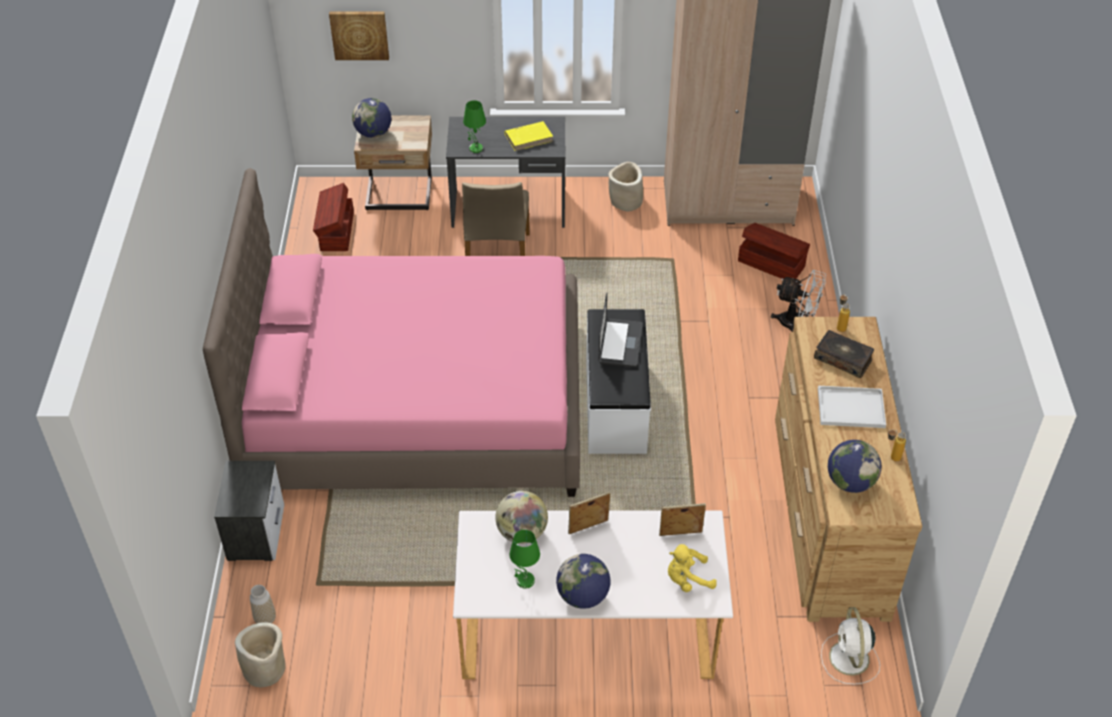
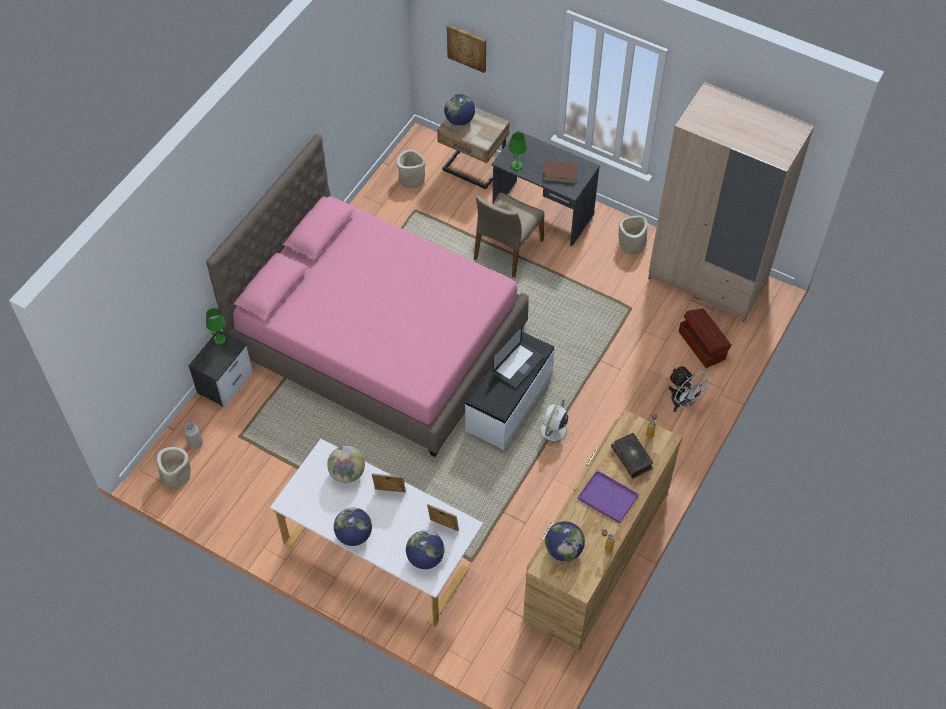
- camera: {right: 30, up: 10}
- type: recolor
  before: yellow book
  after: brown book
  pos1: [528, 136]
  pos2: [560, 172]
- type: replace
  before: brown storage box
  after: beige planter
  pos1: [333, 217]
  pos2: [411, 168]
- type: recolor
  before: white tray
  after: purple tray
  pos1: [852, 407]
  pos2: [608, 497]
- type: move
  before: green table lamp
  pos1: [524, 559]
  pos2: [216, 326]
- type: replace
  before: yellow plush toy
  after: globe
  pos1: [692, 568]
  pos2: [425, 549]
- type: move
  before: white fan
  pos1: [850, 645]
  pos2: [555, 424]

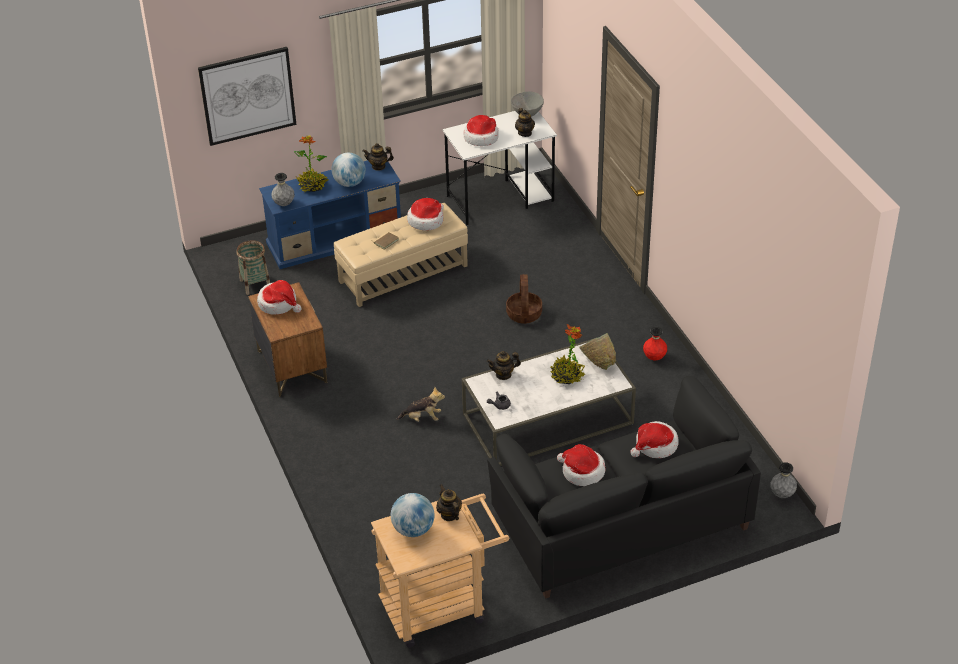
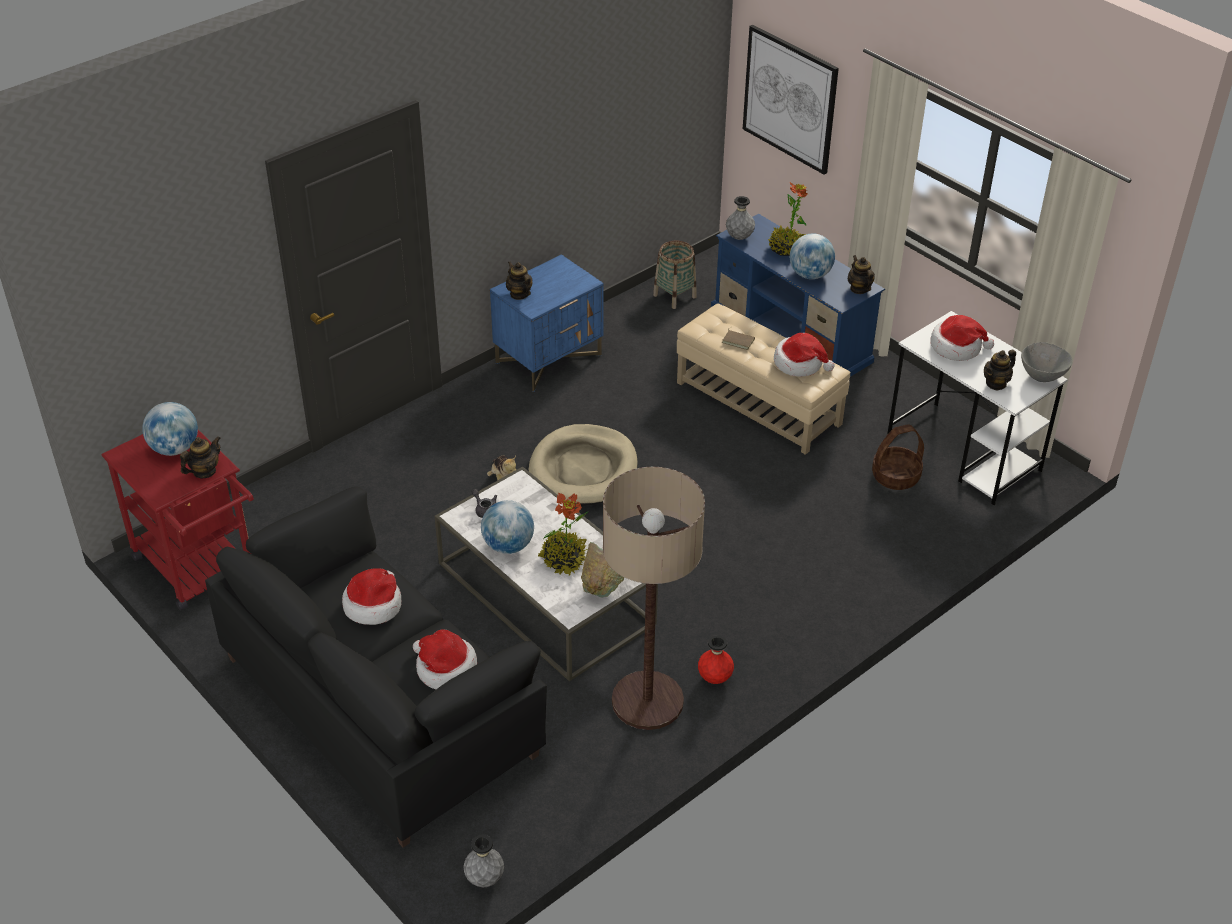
- camera: {right: 70, up: 0}
- type: move
  before: basket
  pos1: [524, 299]
  pos2: [898, 457]
- type: delete
  before: hat
  pos1: [279, 297]
- type: recolor
  before: brown nightstand
  after: blue nightstand
  pos1: [287, 339]
  pos2: [547, 323]
- type: move
  before: teapot
  pos1: [504, 365]
  pos2: [519, 280]
- type: recolor
  before: beige cart
  after: red cart
  pos1: [440, 571]
  pos2: [177, 520]
- type: insert
  after: beige dog bed
  pos2: [583, 465]
- type: insert
  after: floor lamp
  pos2: [654, 598]
- type: insert
  after: globe
  pos2: [507, 527]

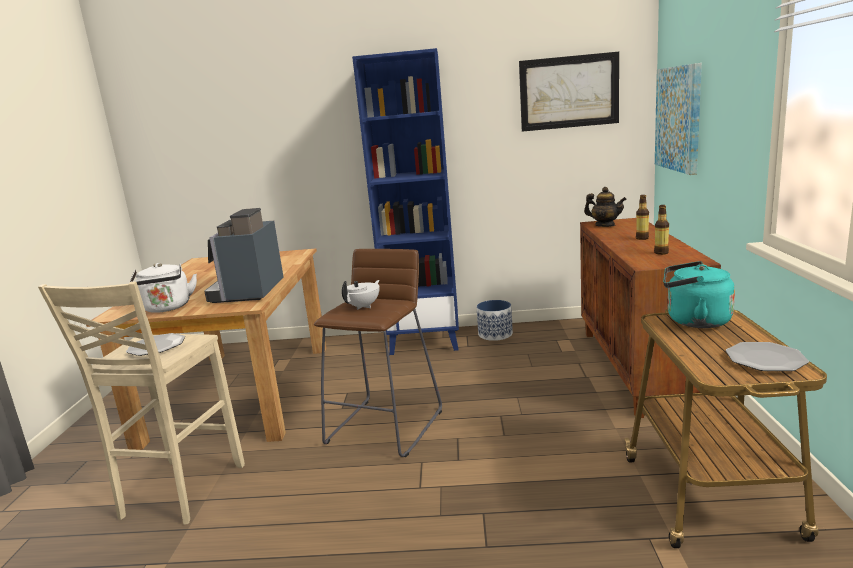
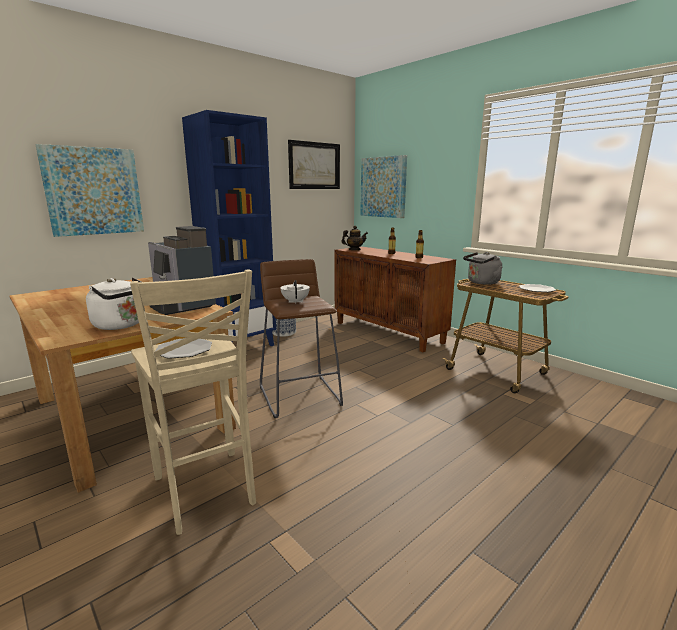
- camera: {right: -45, up: 0}
- type: recolor
  before: turquoise kettle
  after: grey kettle
  pos1: [699, 294]
  pos2: [482, 268]
- type: insert
  after: picture
  pos2: [90, 190]

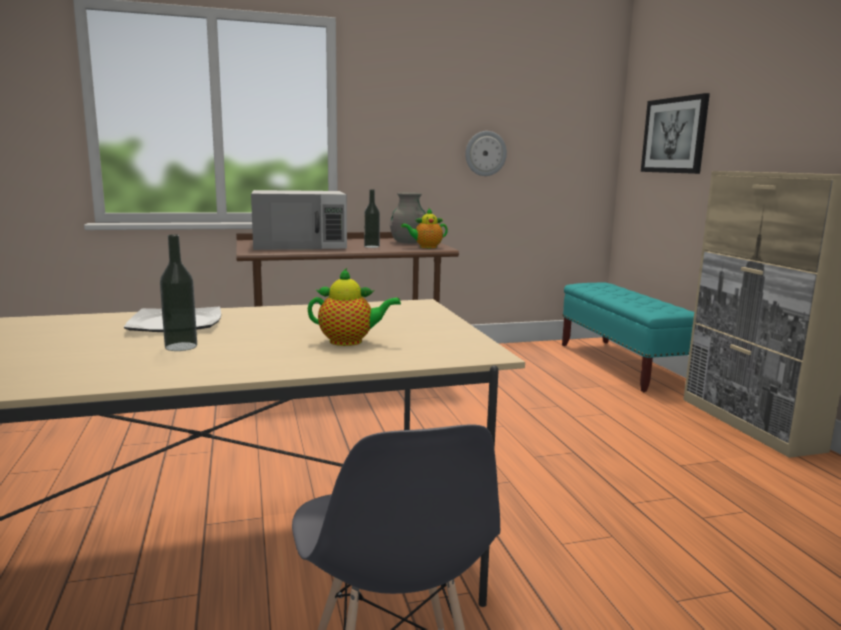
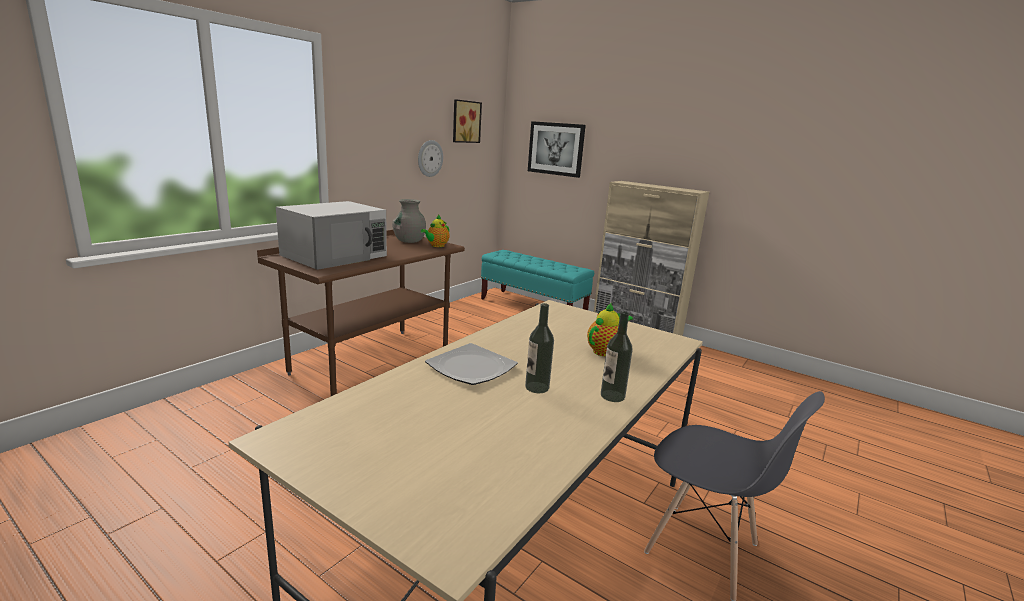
- camera: {right: -40, up: 5}
- type: move
  before: bottle
  pos1: [372, 218]
  pos2: [617, 356]
- type: insert
  after: picture
  pos2: [467, 121]

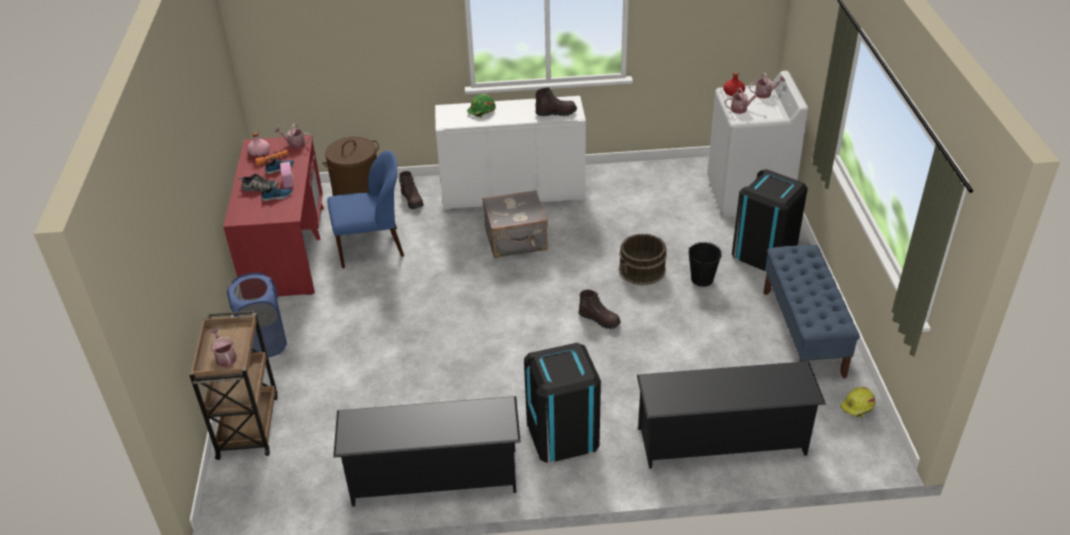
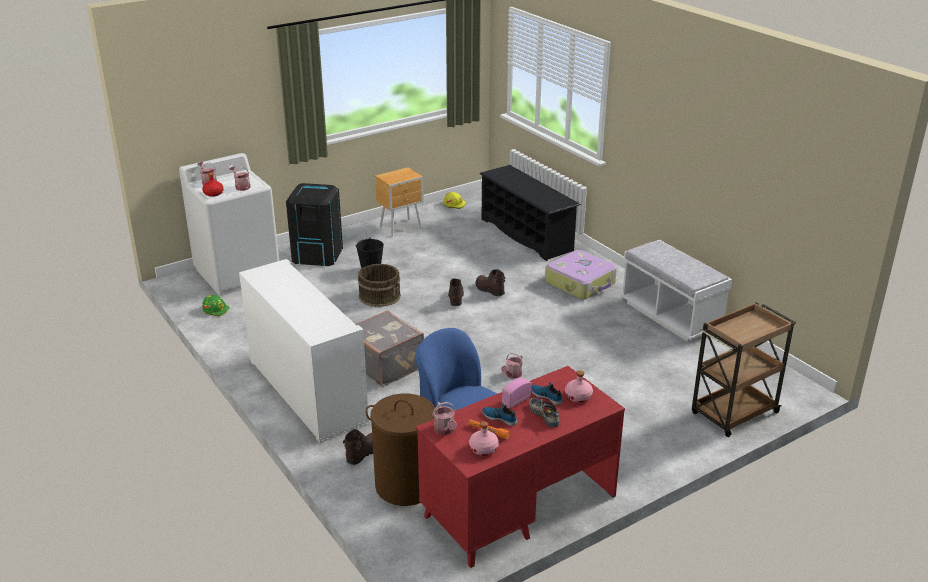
- camera: {right: -120, up: -10}
- type: move
  before: brown boot
  pos1: [556, 101]
  pos2: [490, 282]
- type: move
  before: green hard hat
  pos1: [481, 106]
  pos2: [216, 306]
- type: replace
  before: blue bench
  after: brown nightstand
  pos1: [812, 311]
  pos2: [399, 202]
- type: delete
  before: blue laundry basket
  pos1: [257, 315]
- type: move
  before: watering can
  pos1: [223, 347]
  pos2: [512, 365]
- type: replace
  before: black trash can
  after: suitcase
  pos1: [562, 403]
  pos2: [581, 275]
- type: replace
  before: black shoe rack
  after: white bench
  pos1: [427, 451]
  pos2: [676, 291]
- type: insert
  after: pink bottle
  pos2: [579, 386]

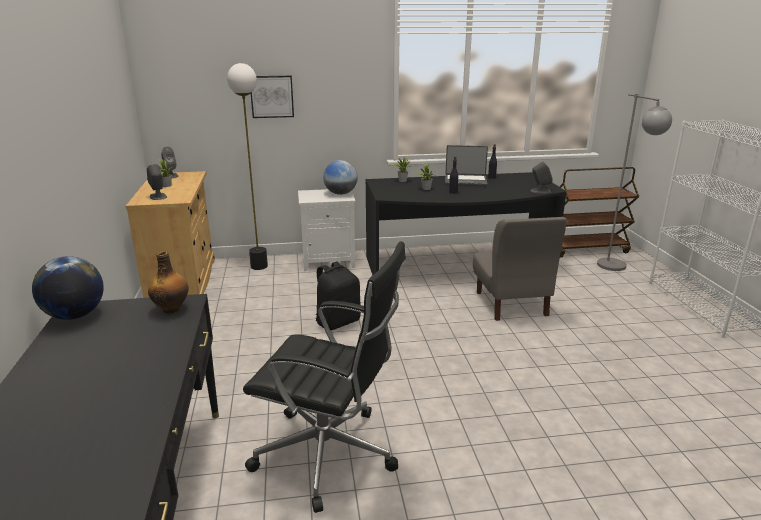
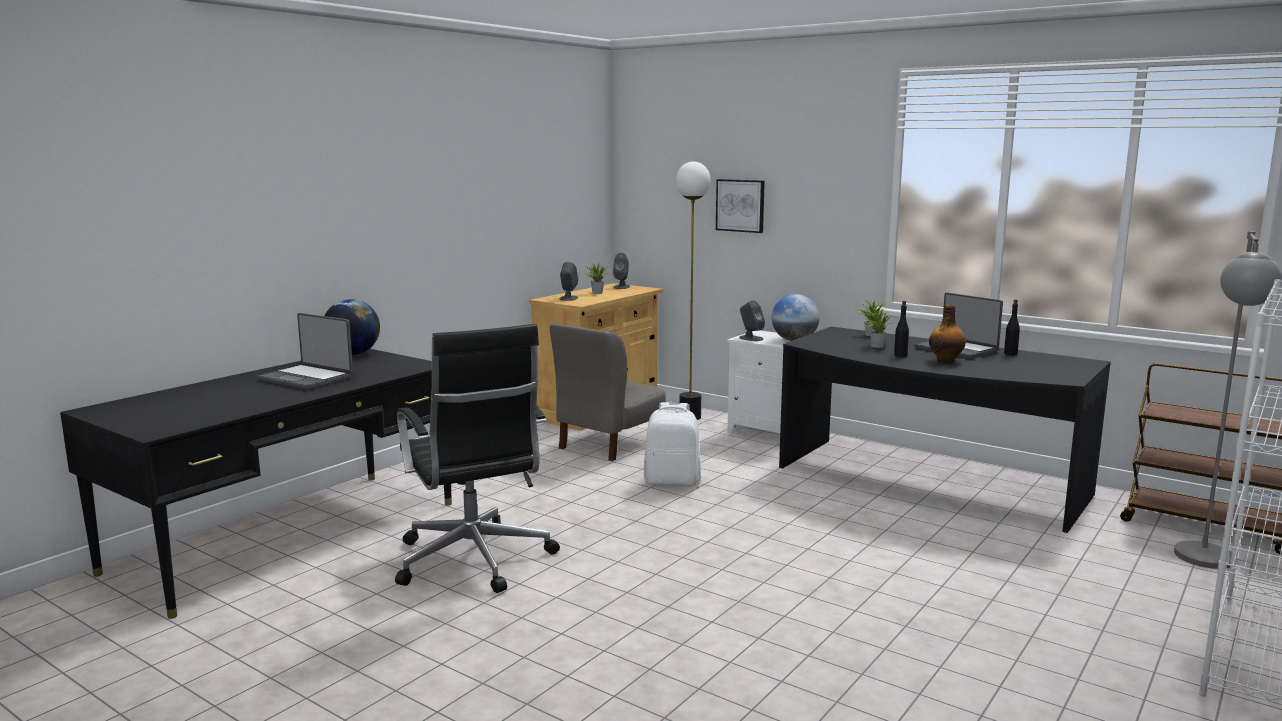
- camera: {right: 45, up: -10}
- type: move
  before: grey speaker
  pos1: [542, 177]
  pos2: [752, 320]
- type: move
  before: grey chair
  pos1: [520, 269]
  pos2: [608, 392]
- type: move
  before: bottle
  pos1: [168, 282]
  pos2: [947, 333]
- type: recolor
  before: black backpack
  after: white backpack
  pos1: [338, 295]
  pos2: [672, 444]
- type: insert
  after: laptop
  pos2: [305, 351]

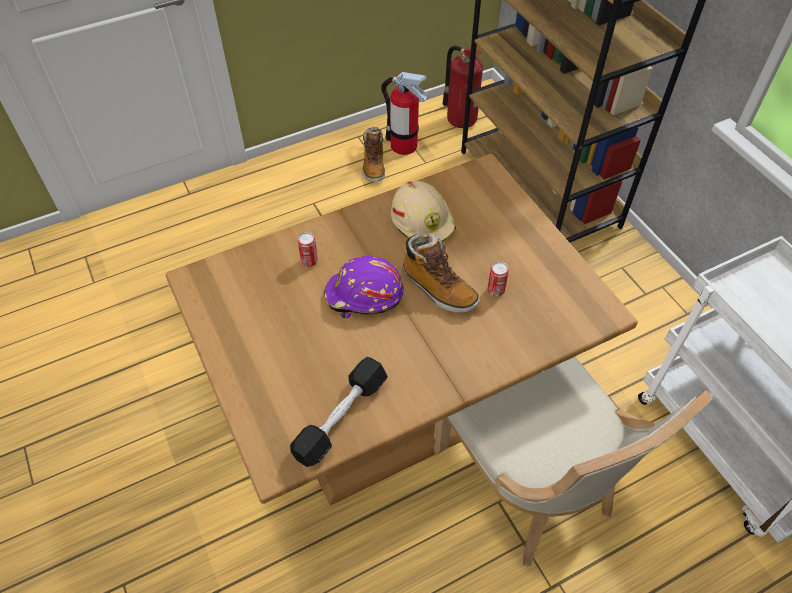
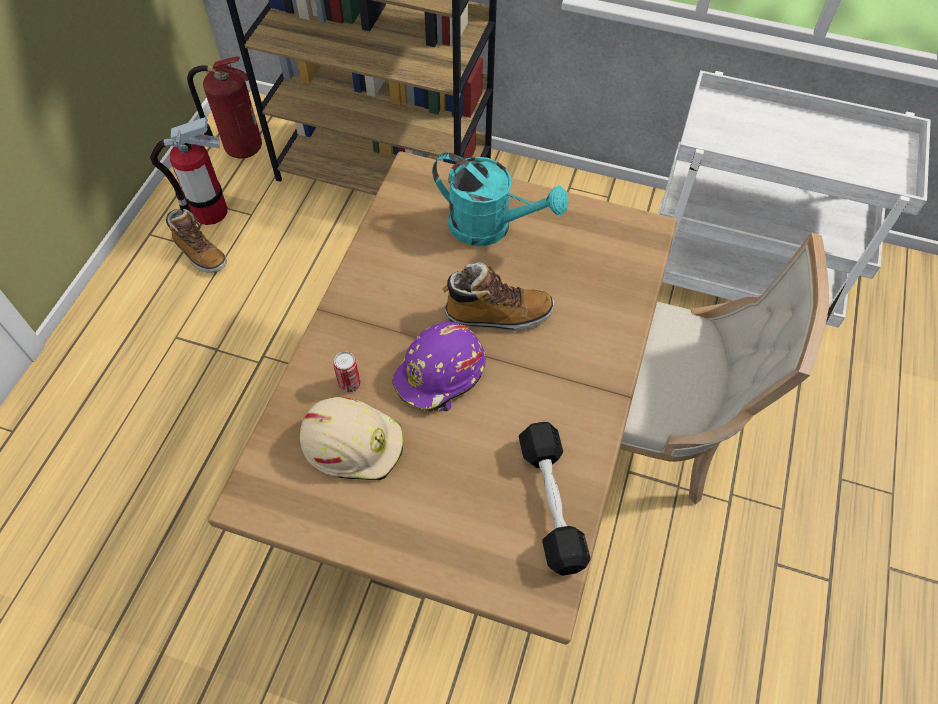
- camera: {right: -45, up: 5}
- type: move
  before: beige hard hat
  pos1: [423, 212]
  pos2: [352, 439]
- type: delete
  before: can
  pos1: [498, 279]
- type: insert
  after: turquoise watering can
  pos2: [500, 199]

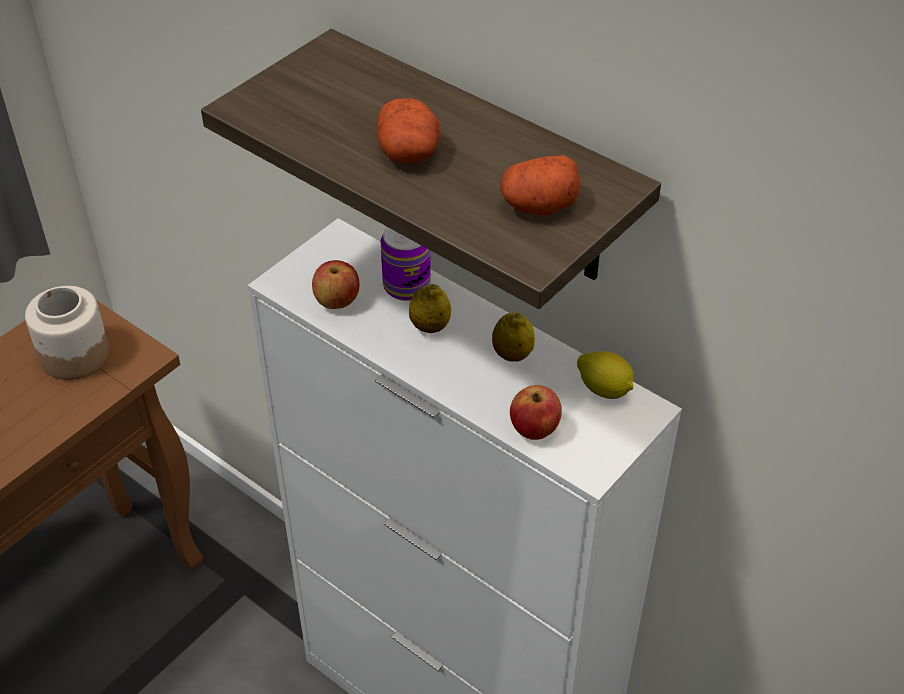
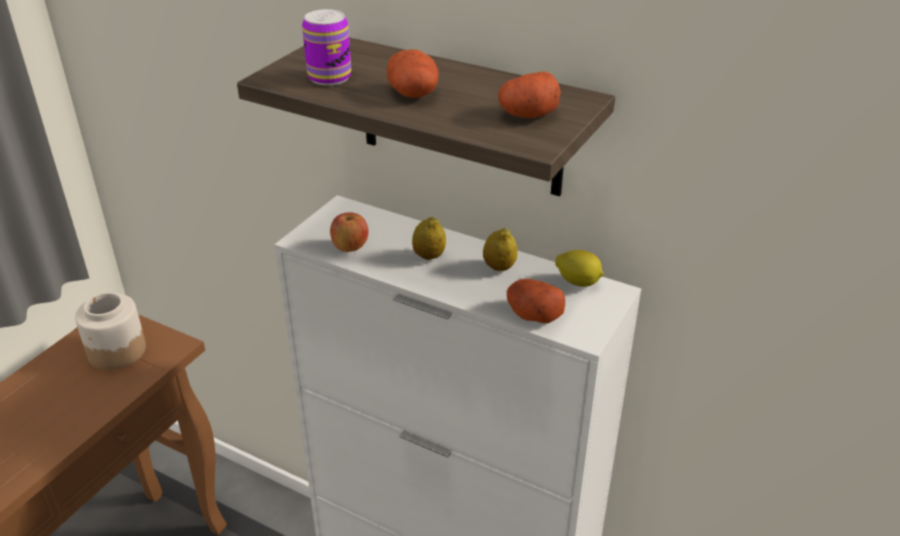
- camera: {right: -10, up: -10}
- type: move
  before: can
  pos1: [406, 264]
  pos2: [326, 47]
- type: replace
  before: apple
  after: potato
  pos1: [536, 412]
  pos2: [536, 301]

